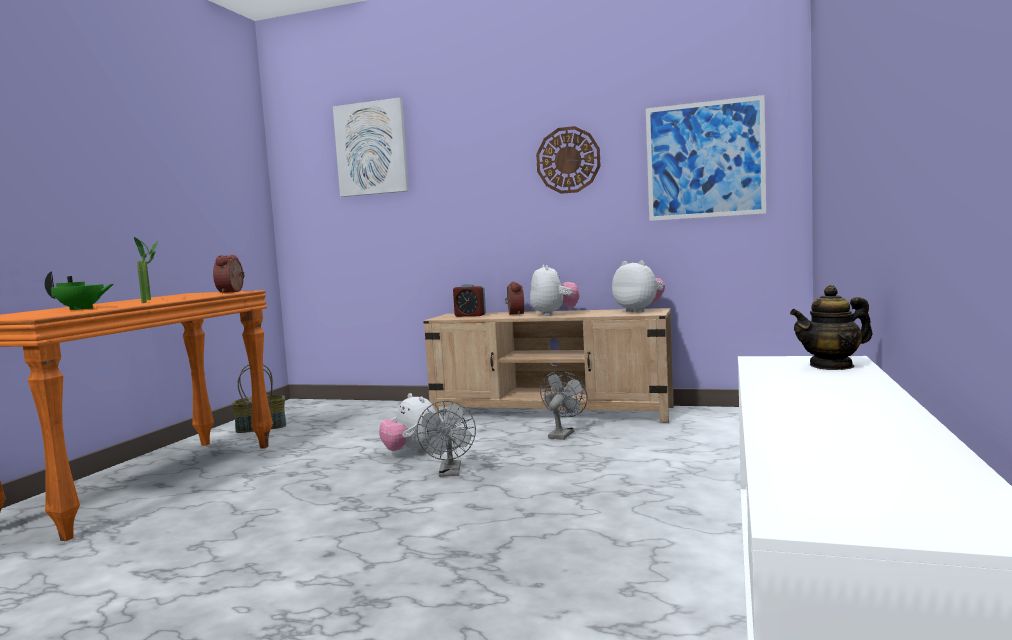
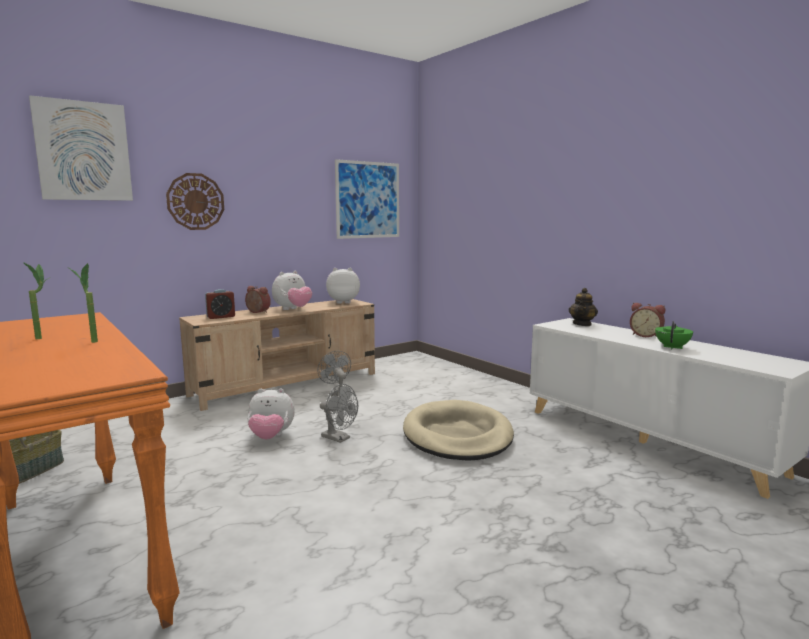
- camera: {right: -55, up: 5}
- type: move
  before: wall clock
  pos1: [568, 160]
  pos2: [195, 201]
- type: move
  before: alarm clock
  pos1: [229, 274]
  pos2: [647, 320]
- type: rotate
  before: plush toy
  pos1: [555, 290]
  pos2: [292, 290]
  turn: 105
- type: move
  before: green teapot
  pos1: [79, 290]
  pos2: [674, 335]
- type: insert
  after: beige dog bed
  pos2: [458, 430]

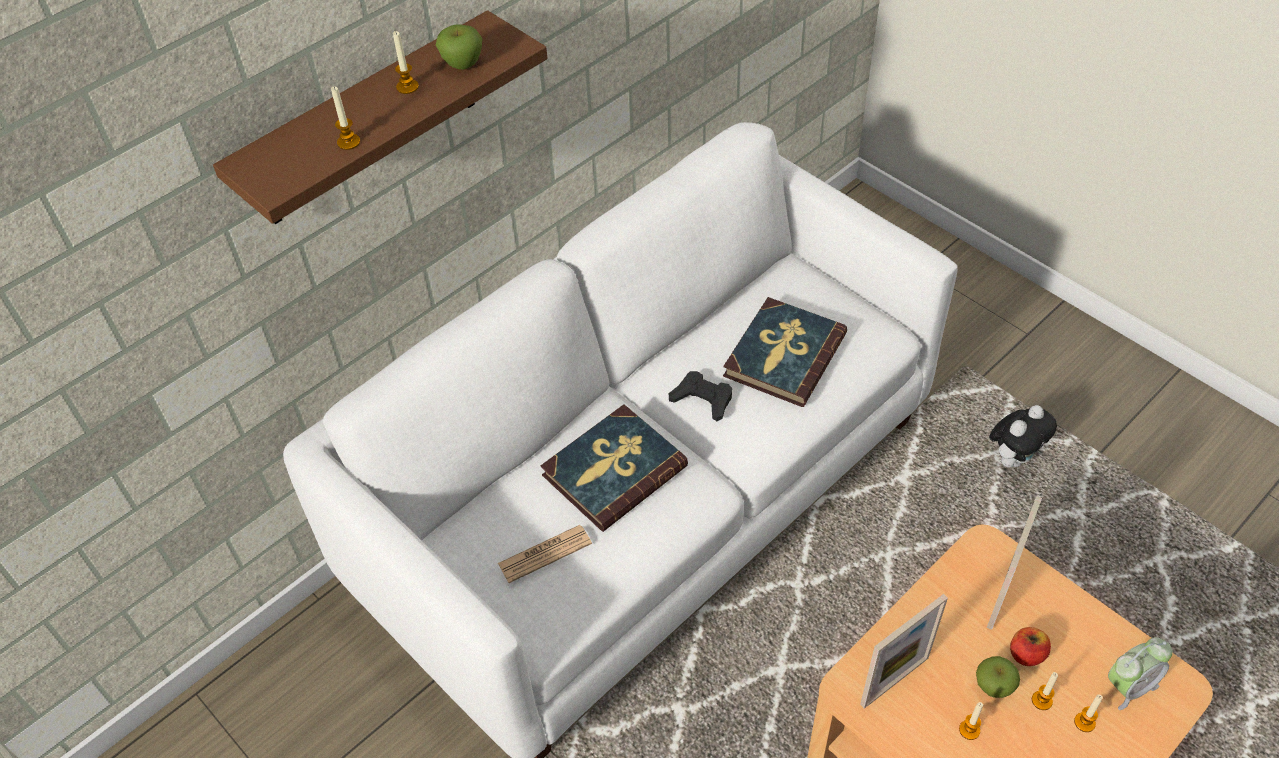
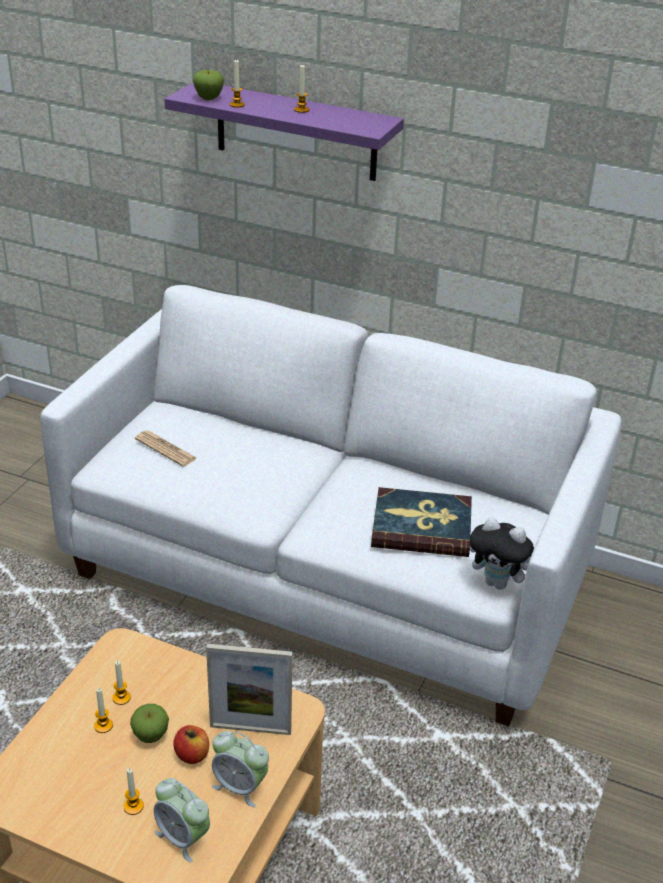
- camera: {right: 65, up: -15}
- type: recolor
  before: brown shelf
  after: purple shelf
  pos1: [380, 117]
  pos2: [284, 132]
- type: move
  before: apple
  pos1: [459, 47]
  pos2: [208, 85]
- type: delete
  before: black game controller
  pos1: [700, 396]
- type: delete
  before: book
  pos1: [614, 468]
- type: move
  before: plush toy
  pos1: [1023, 436]
  pos2: [502, 553]
- type: delete
  before: picture frame
  pos1: [904, 651]
- type: move
  before: candle
  pos1: [1045, 691]
  pos2: [122, 682]
- type: insert
  after: alarm clock
  pos2: [240, 769]

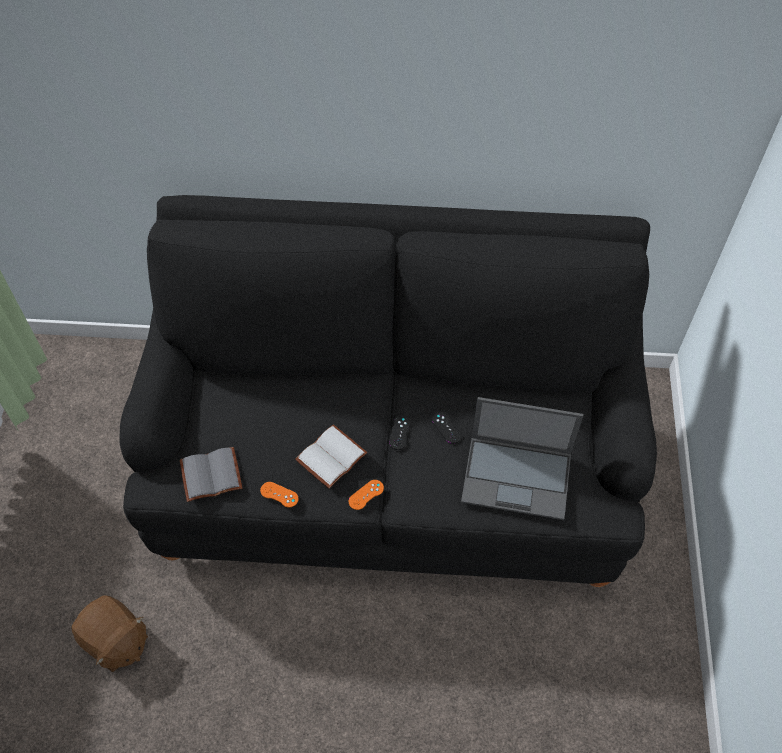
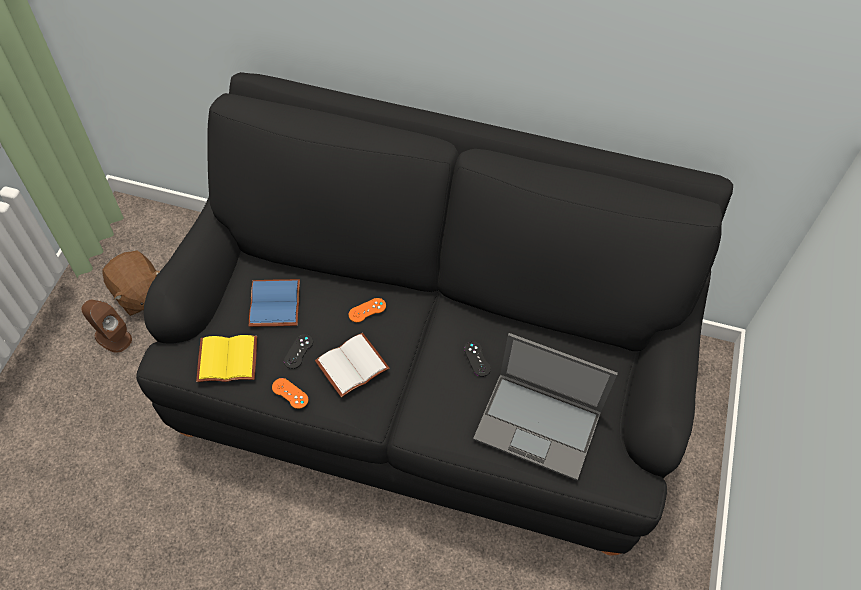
- camera: {right: 10, up: 0}
- type: move
  before: black game controller
  pos1: [400, 433]
  pos2: [298, 351]
- type: recolor
  before: grey book
  after: yellow book
  pos1: [211, 474]
  pos2: [226, 358]
- type: move
  before: orange game controller
  pos1: [366, 495]
  pos2: [367, 310]
- type: move
  before: brown plush toy
  pos1: [110, 633]
  pos2: [131, 283]
- type: insert
  after: blue book
  pos2: [274, 303]
- type: insert
  after: brown speaker
  pos2: [106, 326]

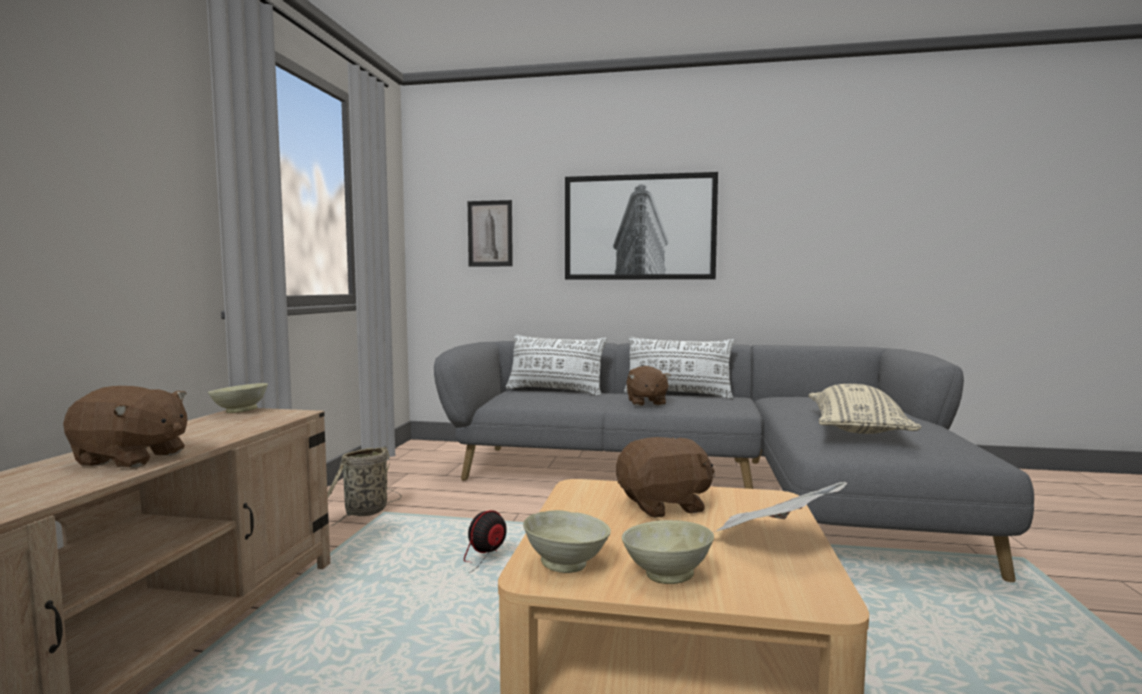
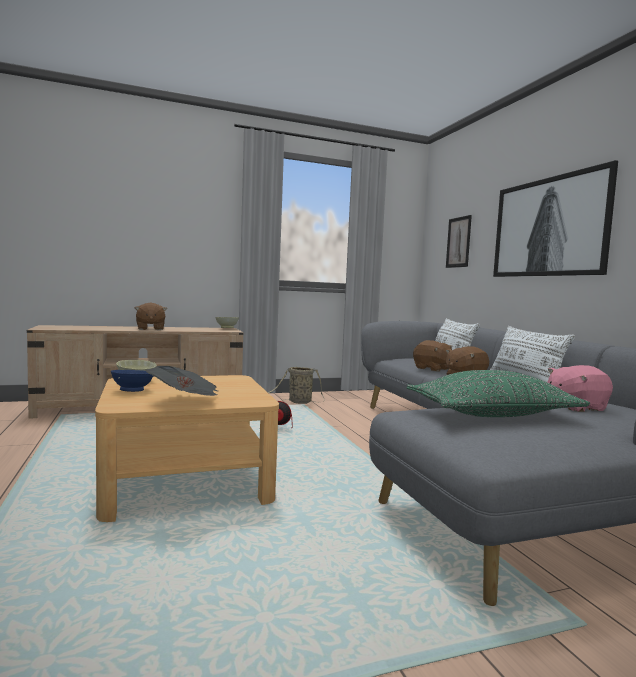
- camera: {right: 60, up: 0}
- type: recolor
  before: beige pillow
  after: green pillow
  pos1: [864, 409]
  pos2: [498, 393]
- type: move
  before: brown plush toy
  pos1: [665, 477]
  pos2: [432, 356]
- type: recolor
  before: beige bowl
  after: blue bowl
  pos1: [668, 552]
  pos2: [132, 381]
- type: insert
  after: pink plush toy
  pos2: [580, 388]

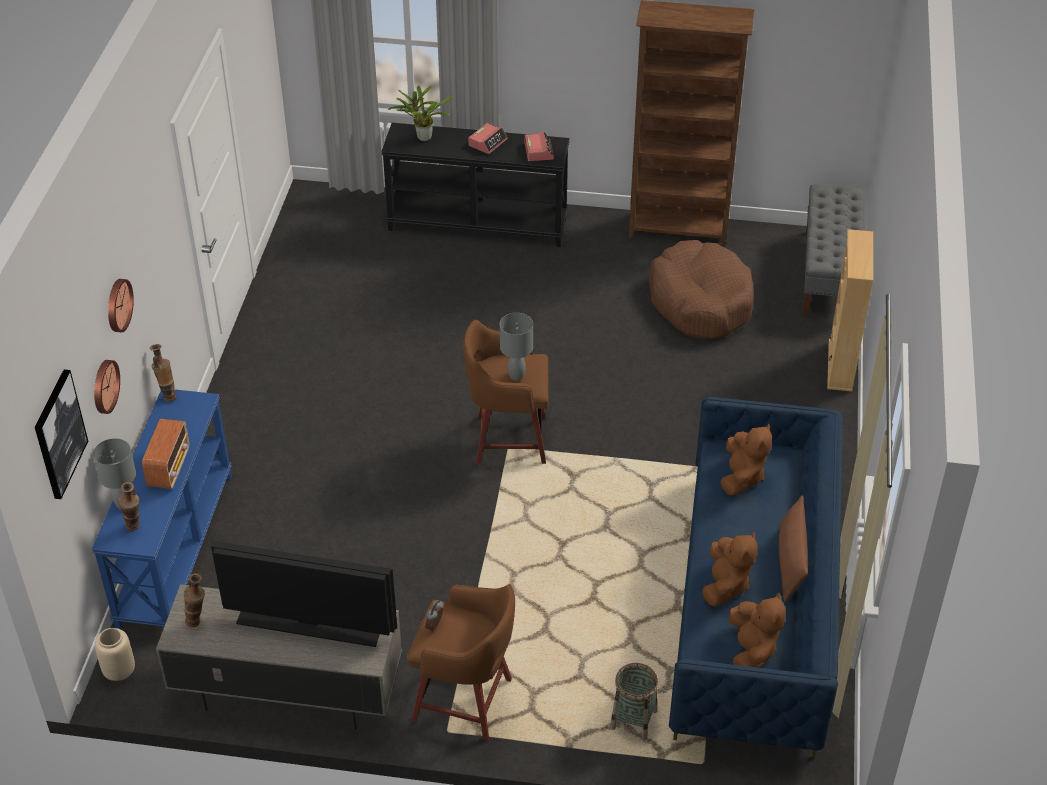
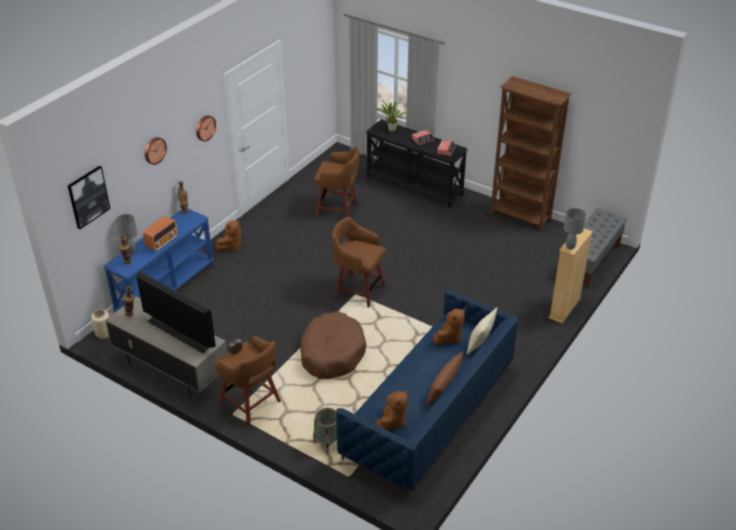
- camera: {right: 25, up: -5}
- type: move
  before: brown dog bed
  pos1: [701, 289]
  pos2: [333, 345]
- type: move
  before: grey table lamp
  pos1: [516, 347]
  pos2: [575, 229]
- type: move
  before: wall clock
  pos1: [107, 387]
  pos2: [206, 129]
- type: move
  before: brown plush toy
  pos1: [730, 568]
  pos2: [229, 235]
- type: insert
  after: brown stool
  pos2: [337, 181]
- type: insert
  after: beige pillow
  pos2: [482, 331]

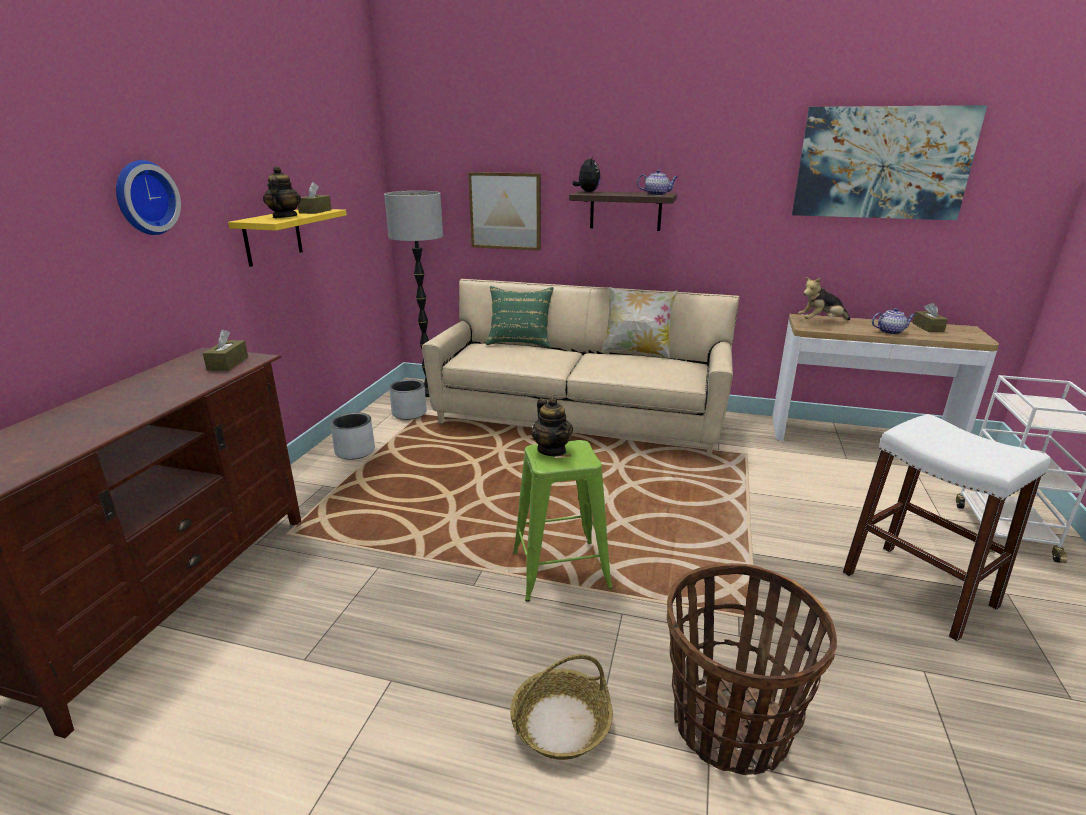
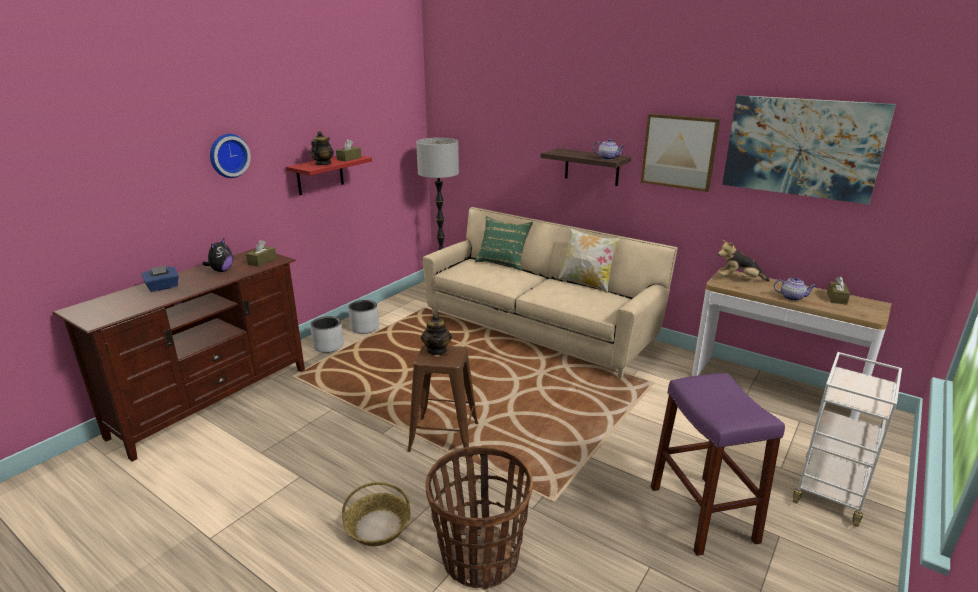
- camera: {right: 20, up: 0}
- type: move
  before: plush toy
  pos1: [586, 174]
  pos2: [217, 255]
- type: move
  before: picture
  pos1: [504, 211]
  pos2: [680, 153]
- type: recolor
  before: yellow shelf
  after: red shelf
  pos1: [287, 238]
  pos2: [329, 175]
- type: move
  before: grey planter
  pos1: [408, 399]
  pos2: [327, 334]
- type: recolor
  before: white stool
  after: purple stool
  pos1: [946, 527]
  pos2: [718, 464]
- type: recolor
  before: green stool
  after: brown stool
  pos1: [562, 521]
  pos2: [442, 398]
- type: insert
  after: blue tissue box
  pos2: [160, 278]

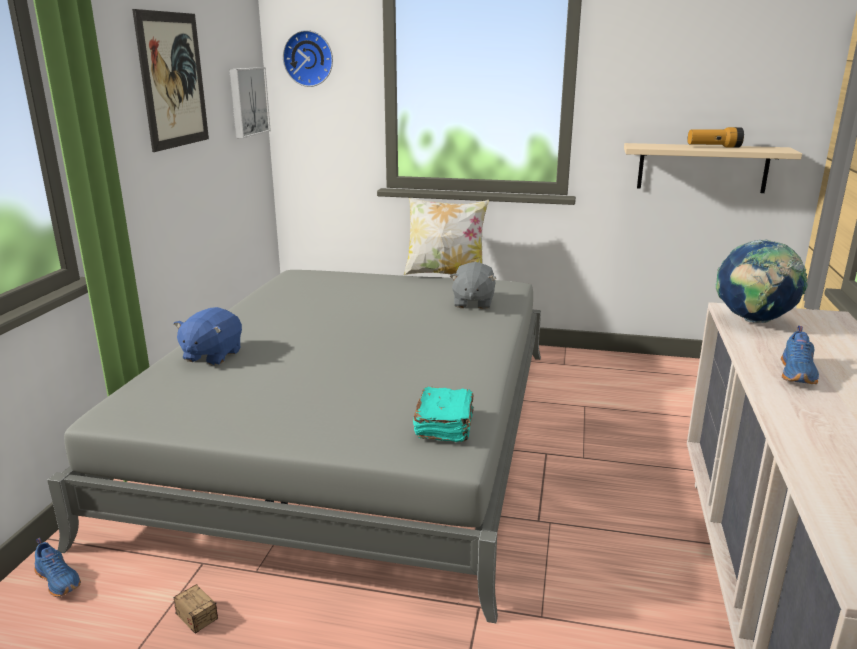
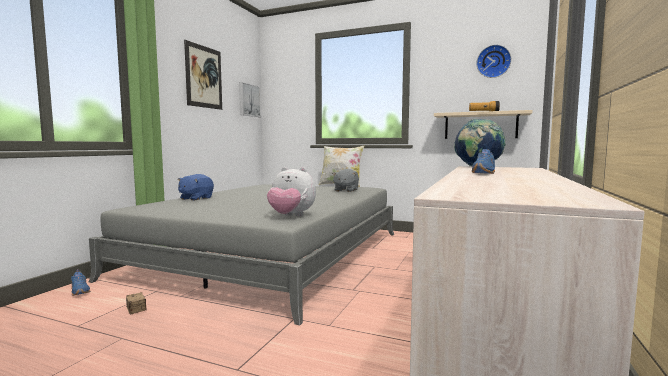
- camera: {right: 10, up: -15}
- type: move
  before: wall clock
  pos1: [308, 58]
  pos2: [493, 61]
- type: replace
  before: turquoise book
  after: plush toy
  pos1: [443, 414]
  pos2: [291, 191]

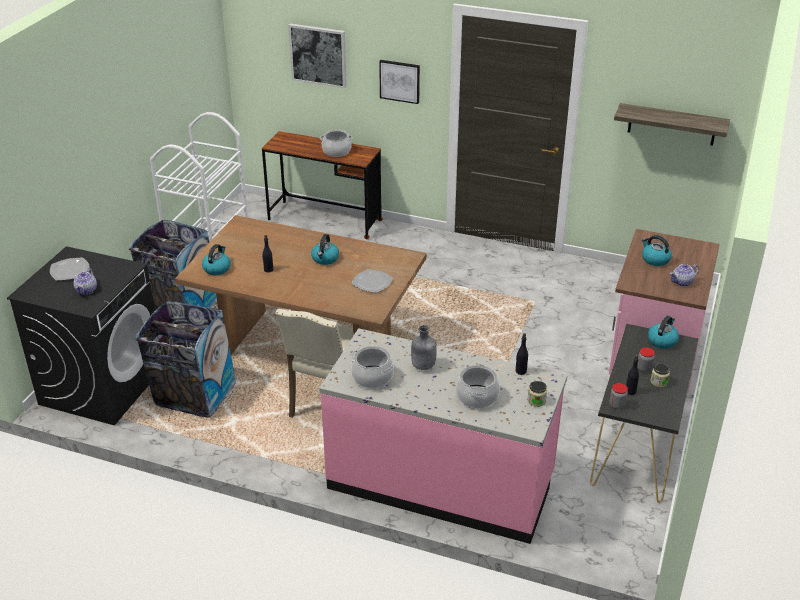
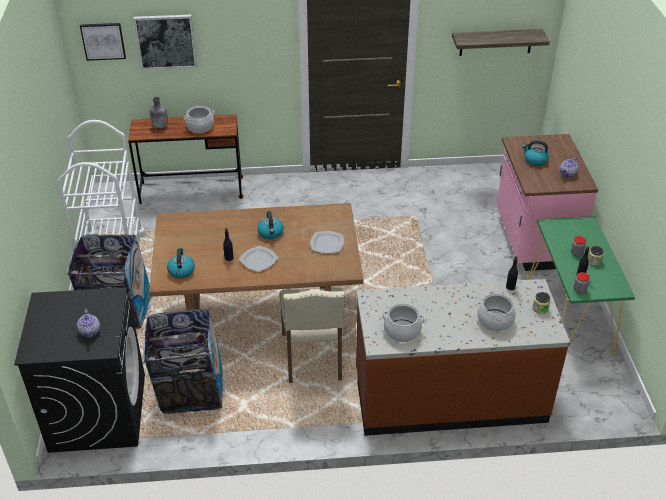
- camera: {right: -25, up: 5}
- type: move
  before: picture
  pos1: [399, 82]
  pos2: [103, 42]
- type: move
  before: plate
  pos1: [69, 269]
  pos2: [259, 259]
- type: delete
  before: kettle
  pos1: [663, 332]
- type: recolor
  before: black console table
  after: green console table
  pos1: [644, 413]
  pos2: [581, 285]
- type: move
  before: grey bottle
  pos1: [424, 347]
  pos2: [159, 112]
- type: recolor
  before: pink counter
  after: brown counter
  pos1: [443, 436]
  pos2: [463, 357]

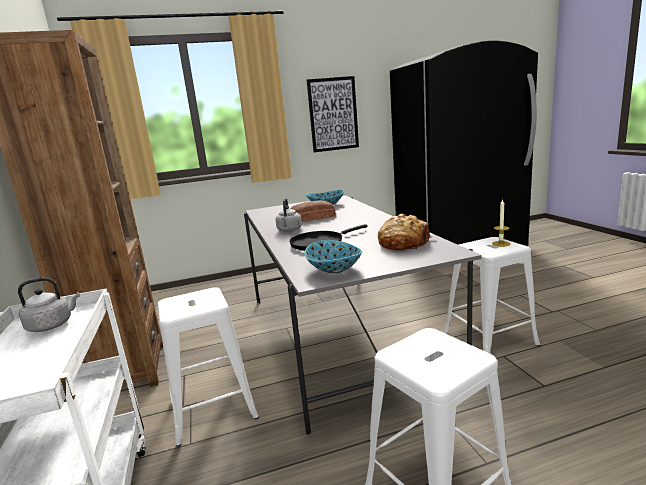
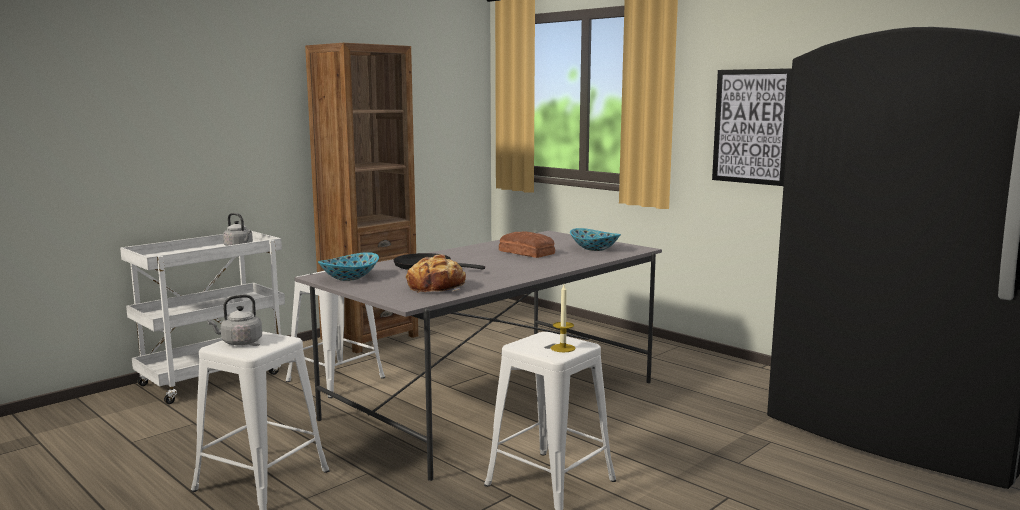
- camera: {right: 60, up: -5}
- type: move
  before: grey kettle
  pos1: [288, 215]
  pos2: [234, 320]

